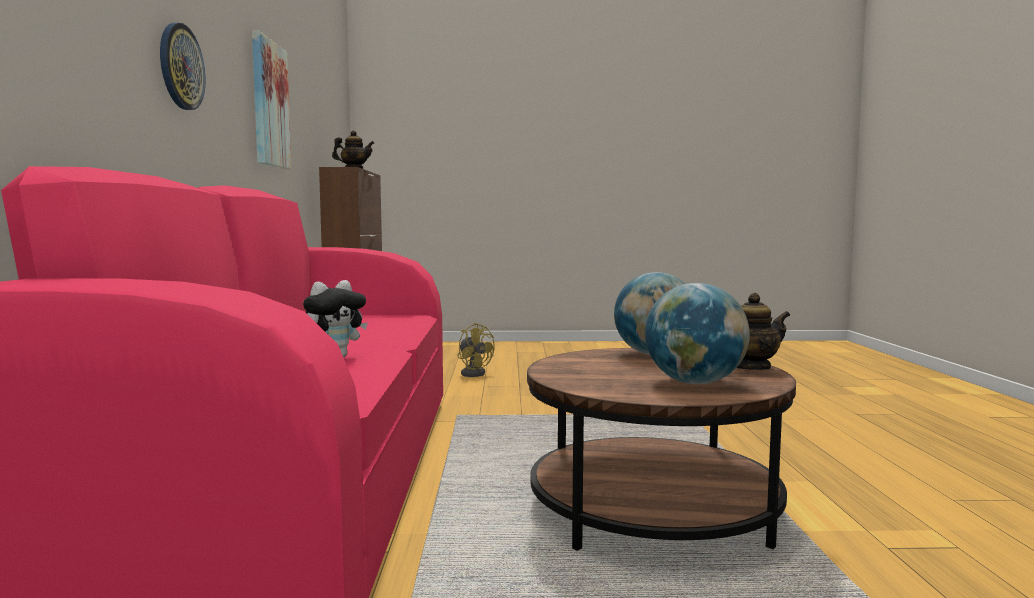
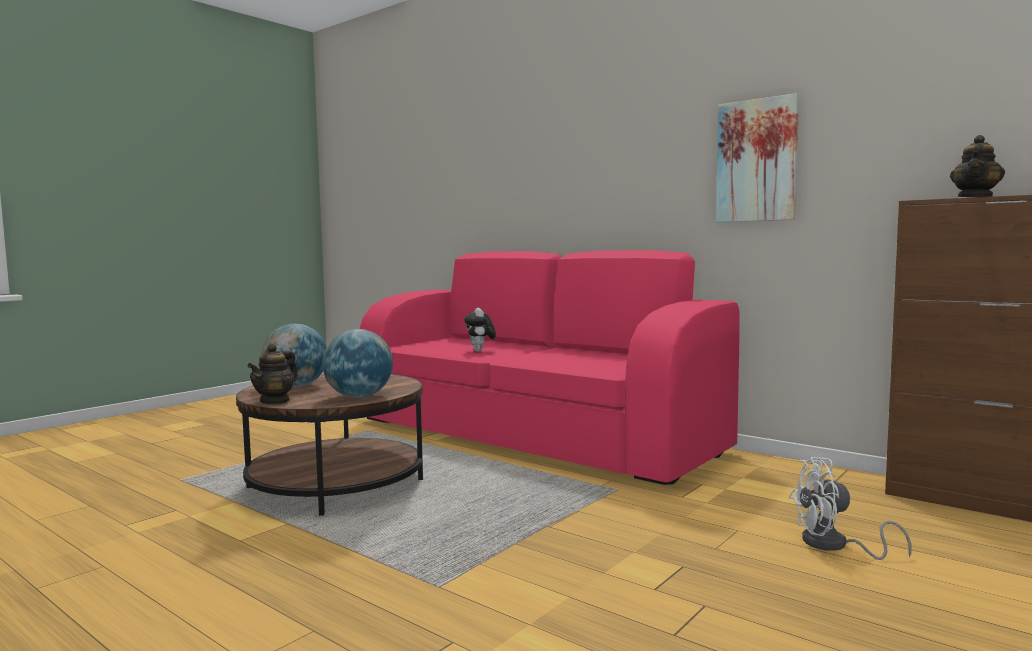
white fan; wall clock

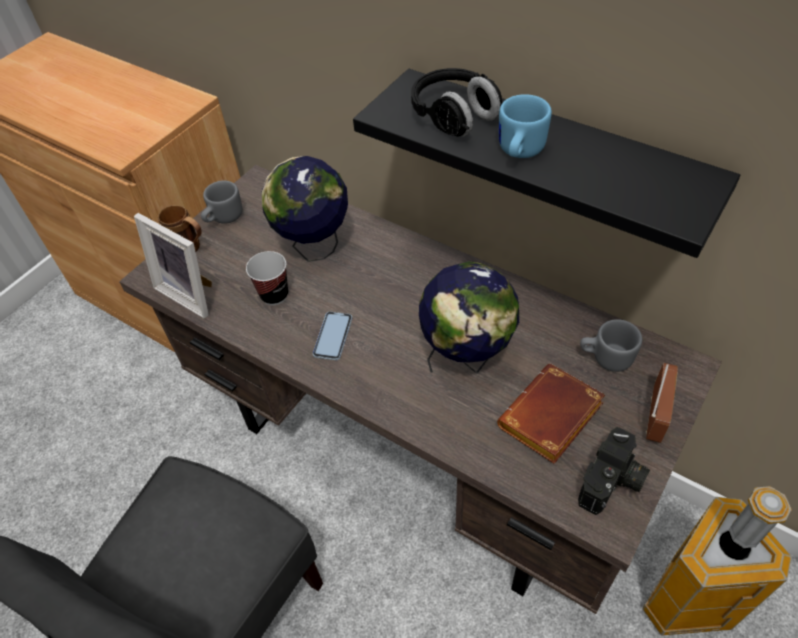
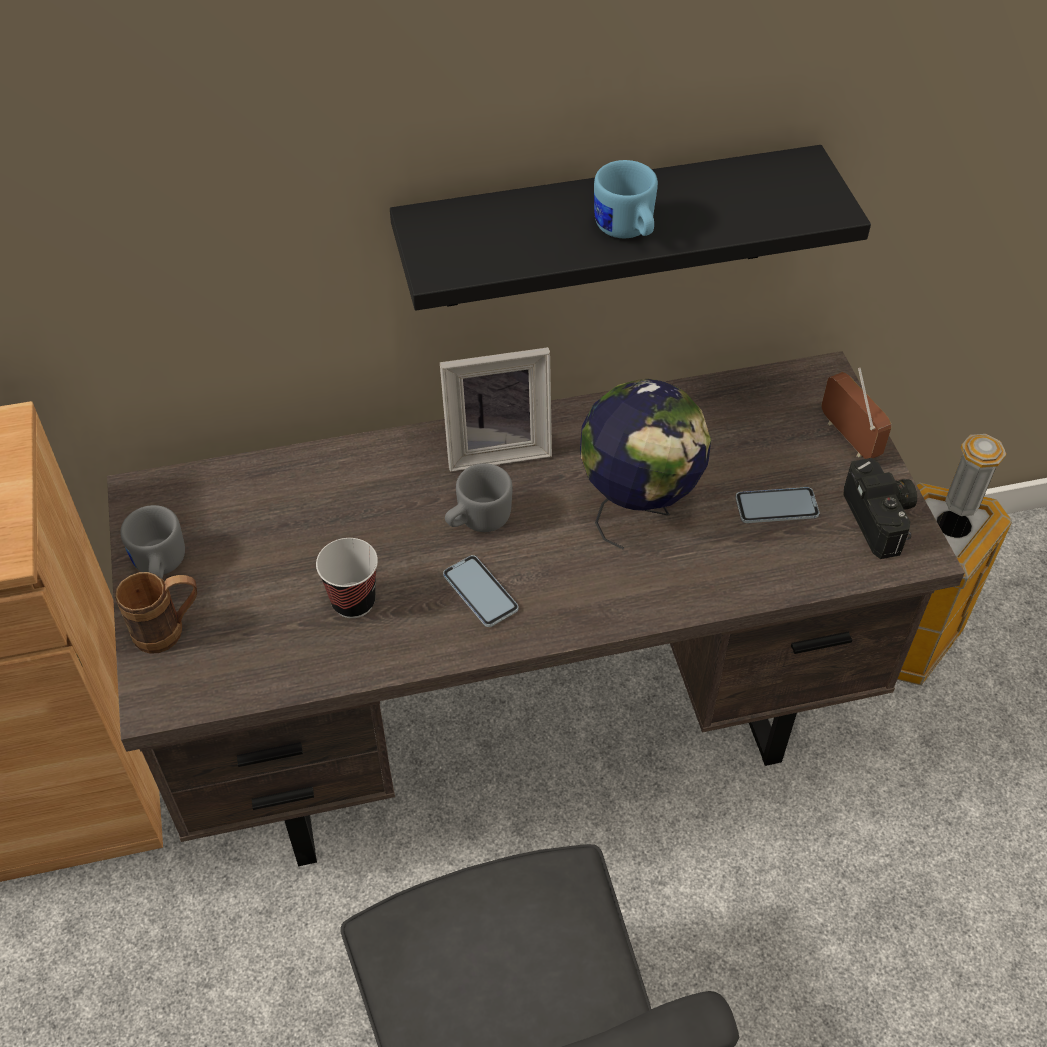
picture frame; grey mug (2nd from left); phone (2nd from left); globe (1st from left in the first image); black headphones

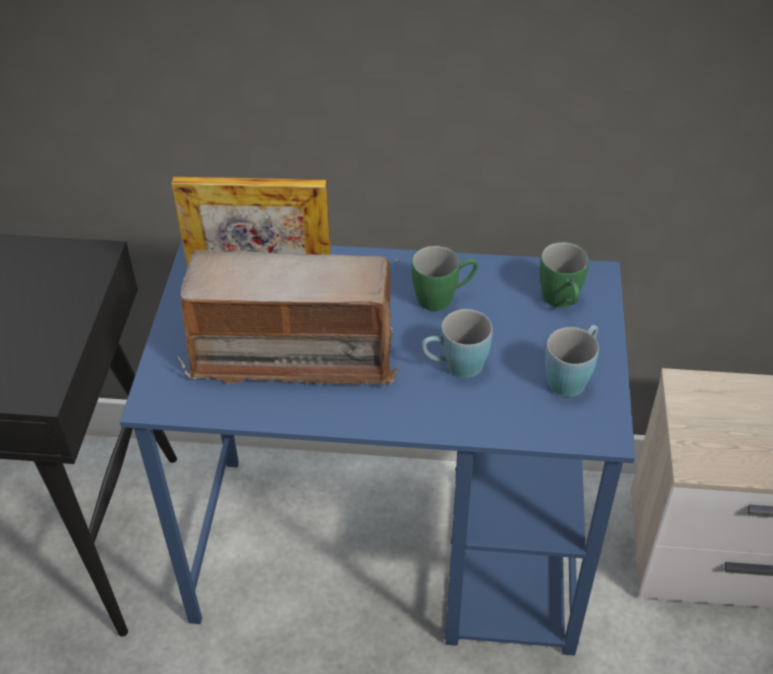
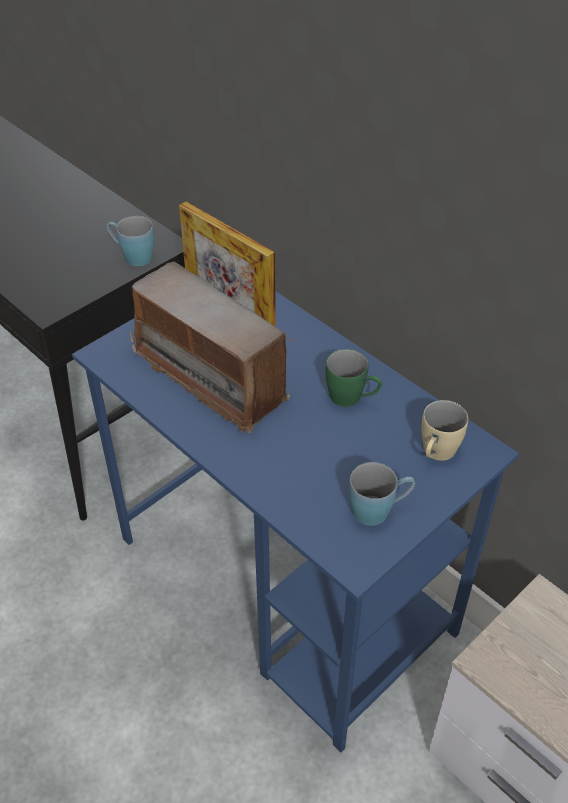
blue mug (1st from left); beige mug

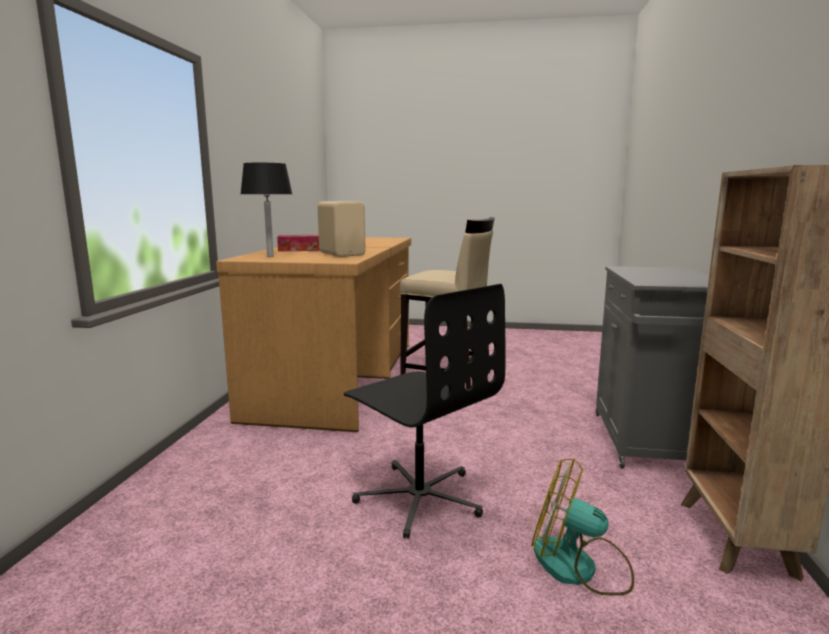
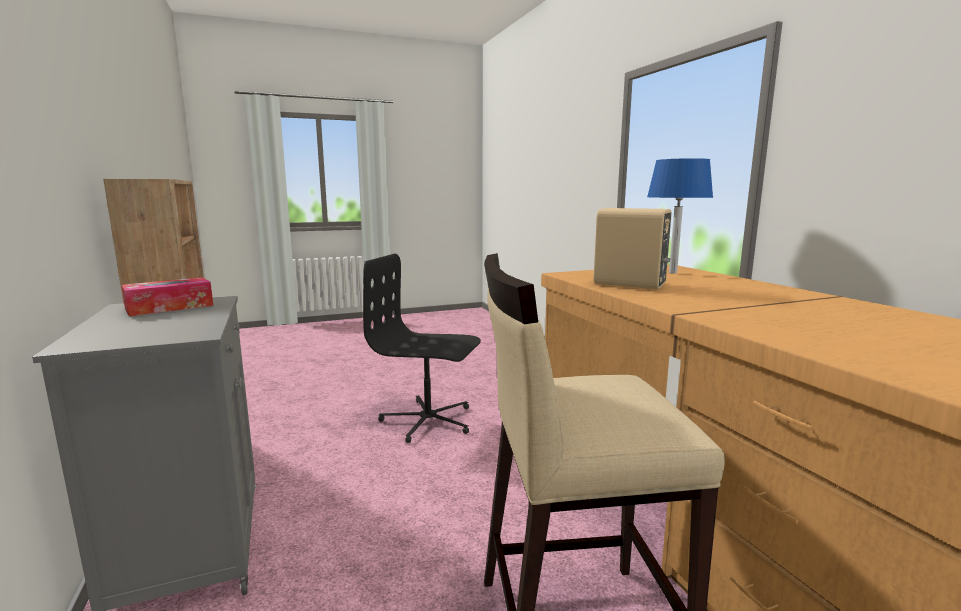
tissue box; blue table lamp; fan

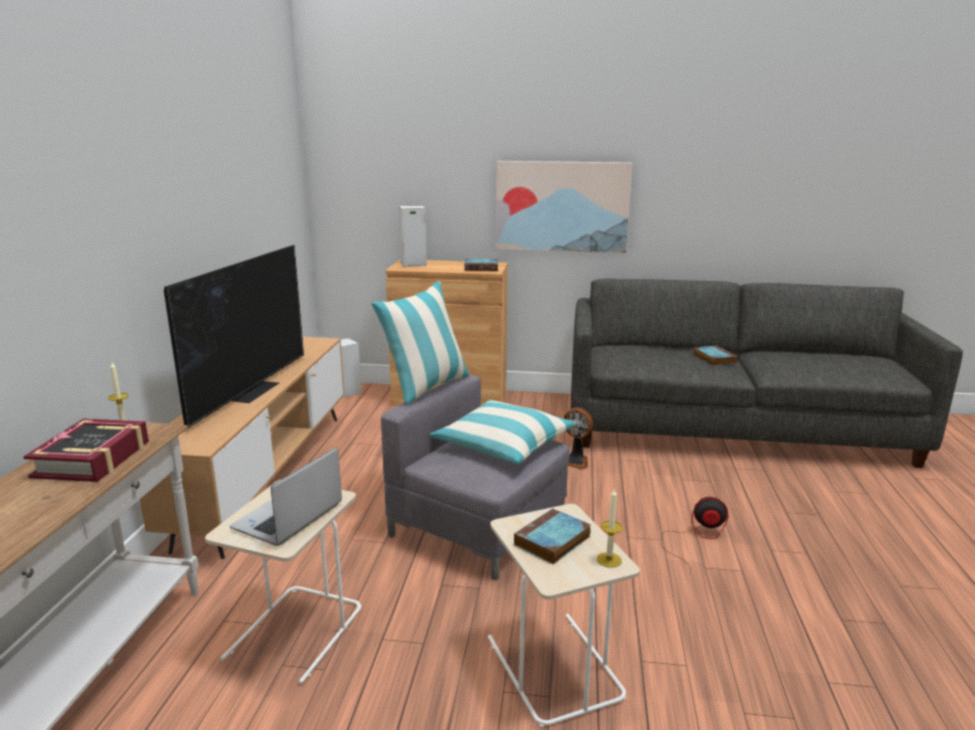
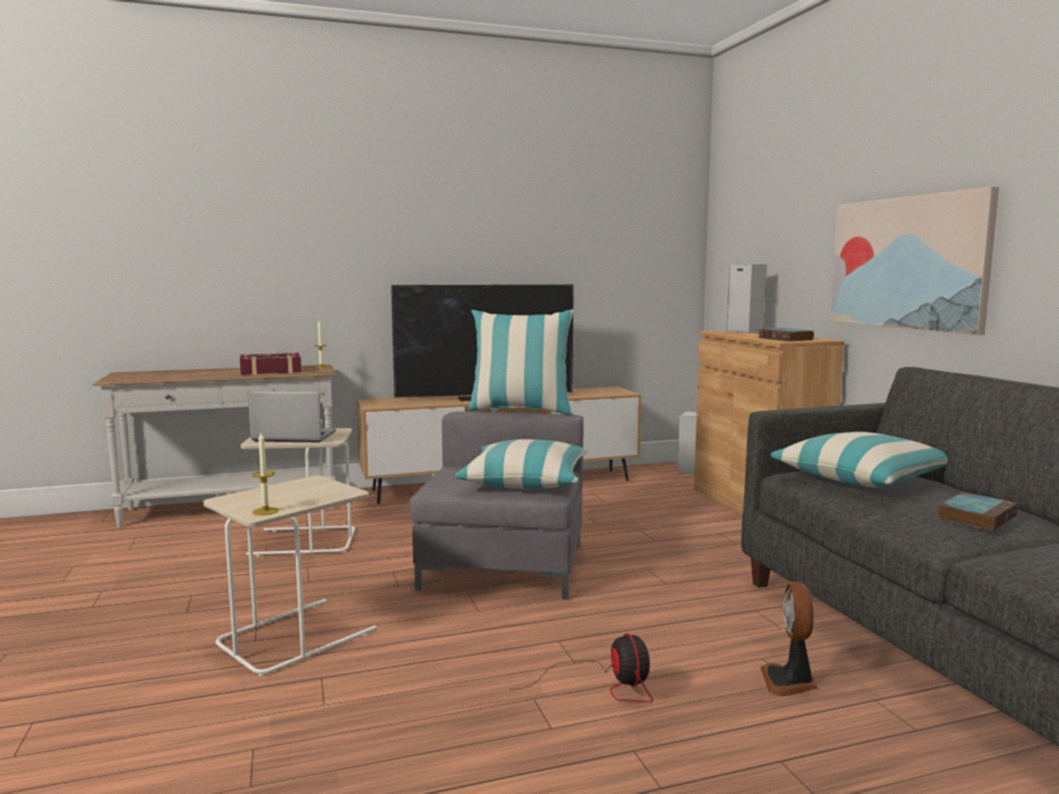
fan (2nd from left); pillow (3rd from left); book (3rd from left in the first image)

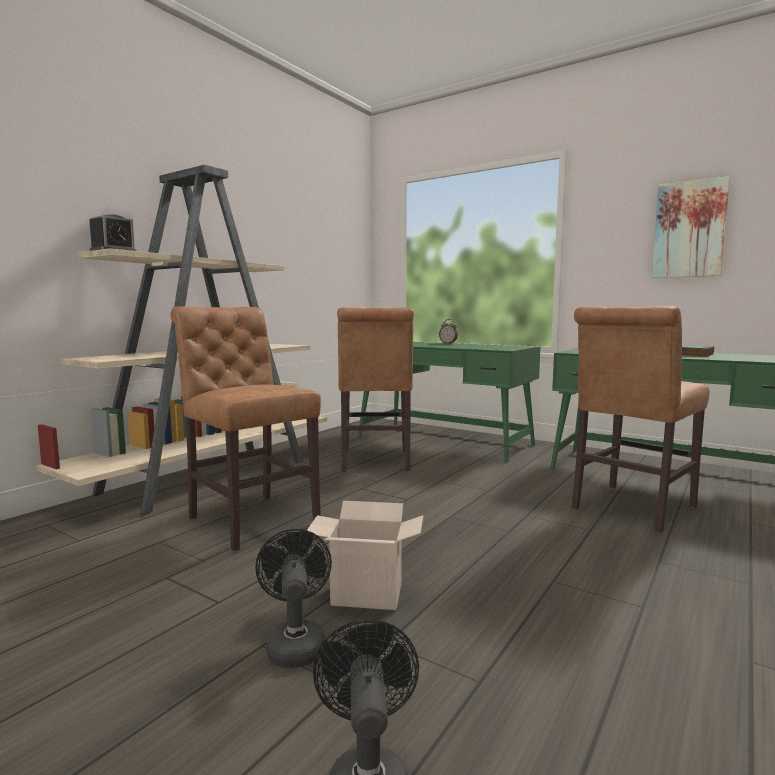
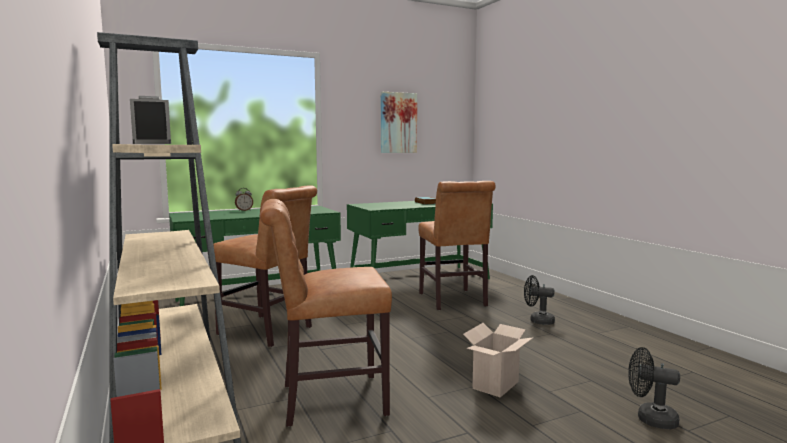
black fan (1st from left)

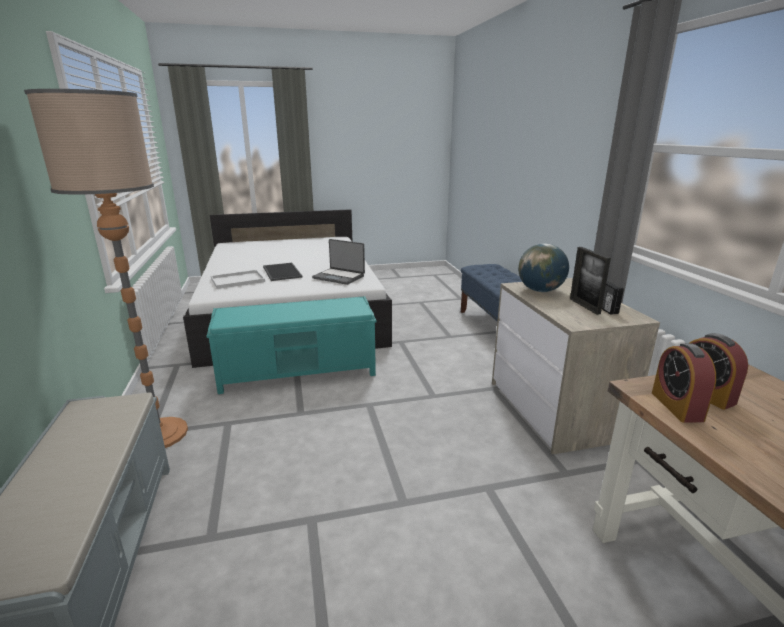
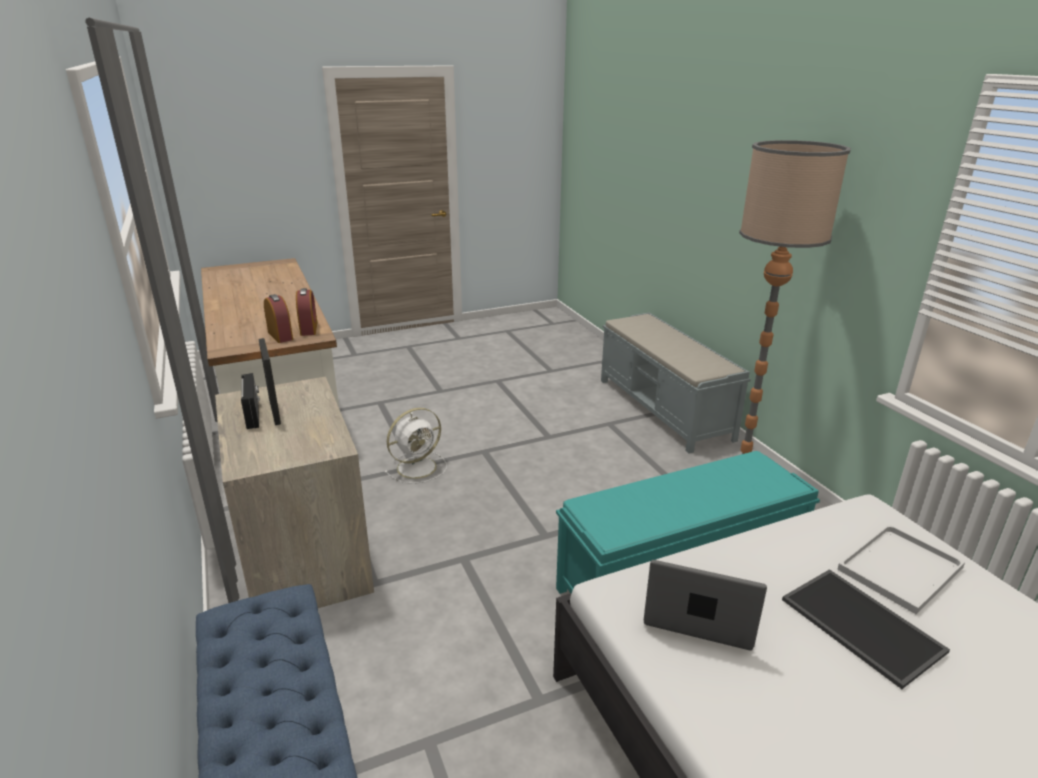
white fan; globe

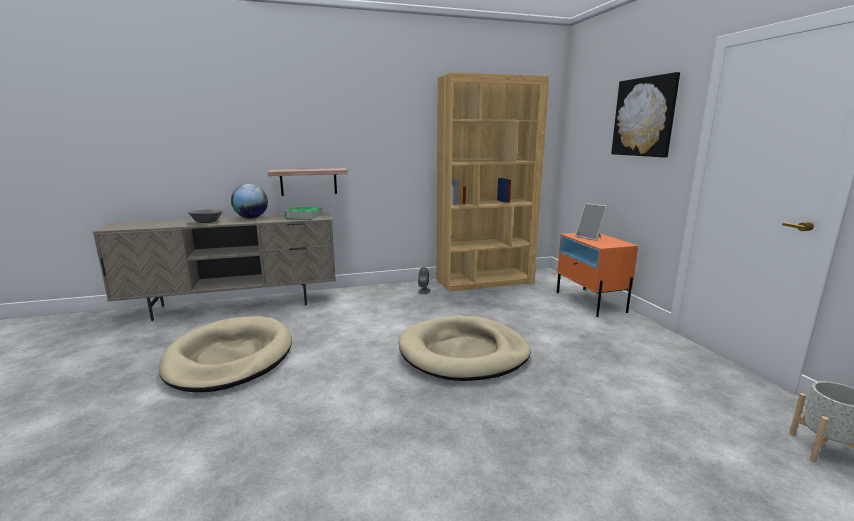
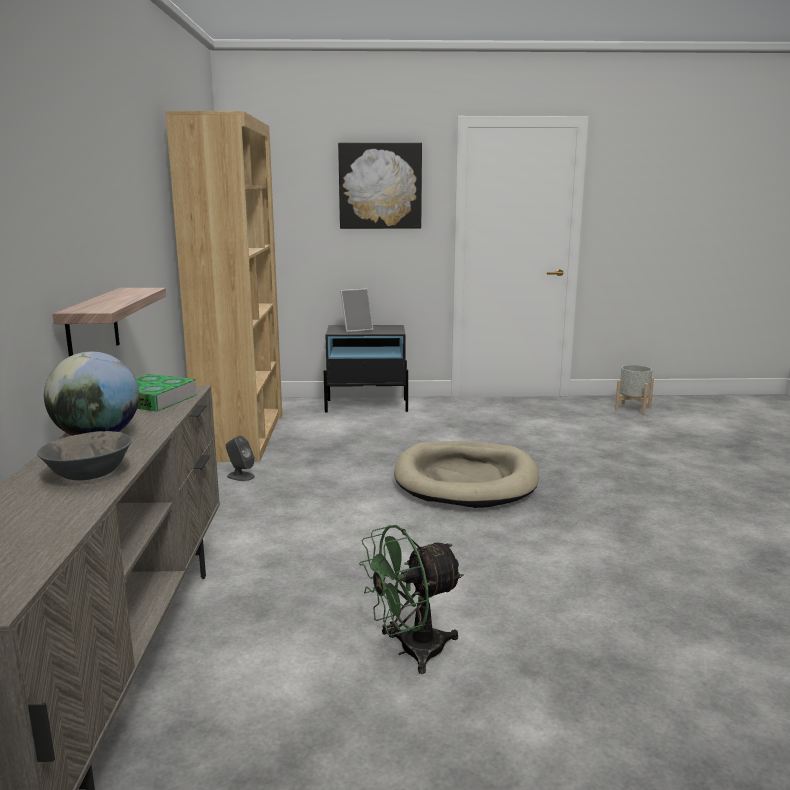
black nightstand; green fan

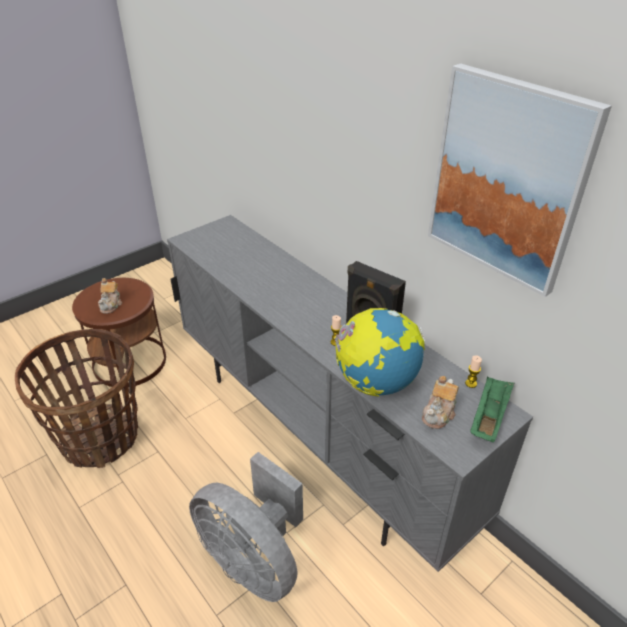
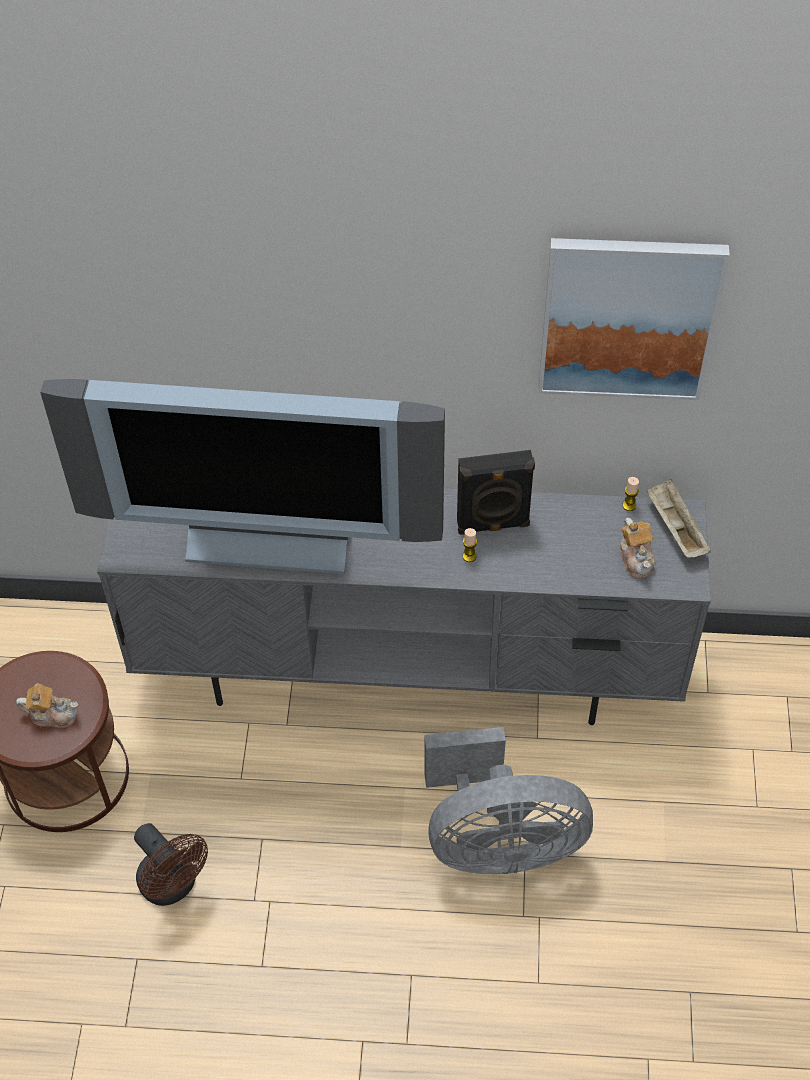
teapot (1st from left); television; brown fan; beige tray; globe

